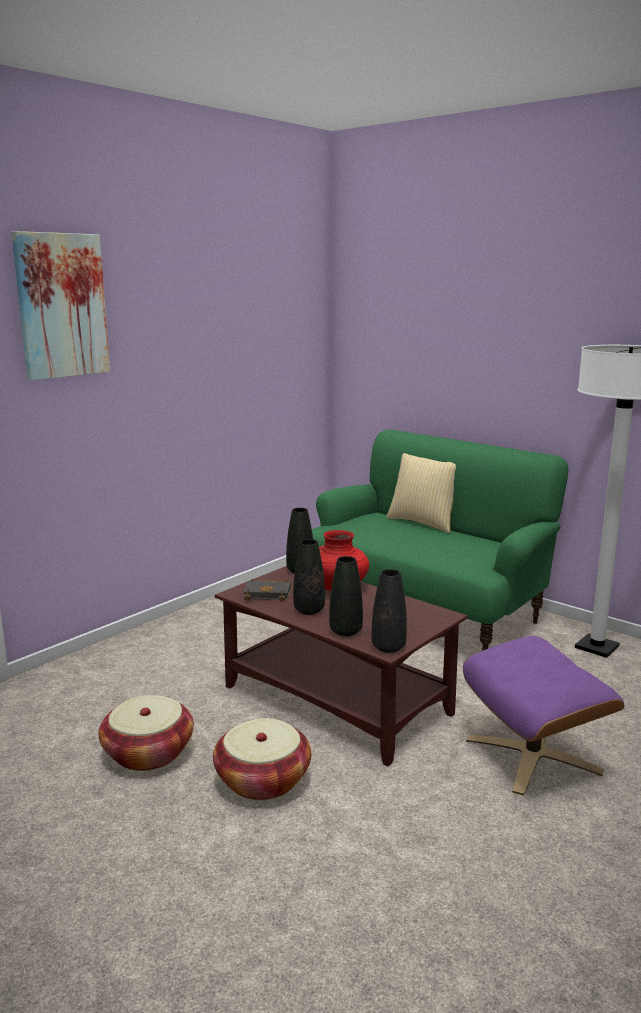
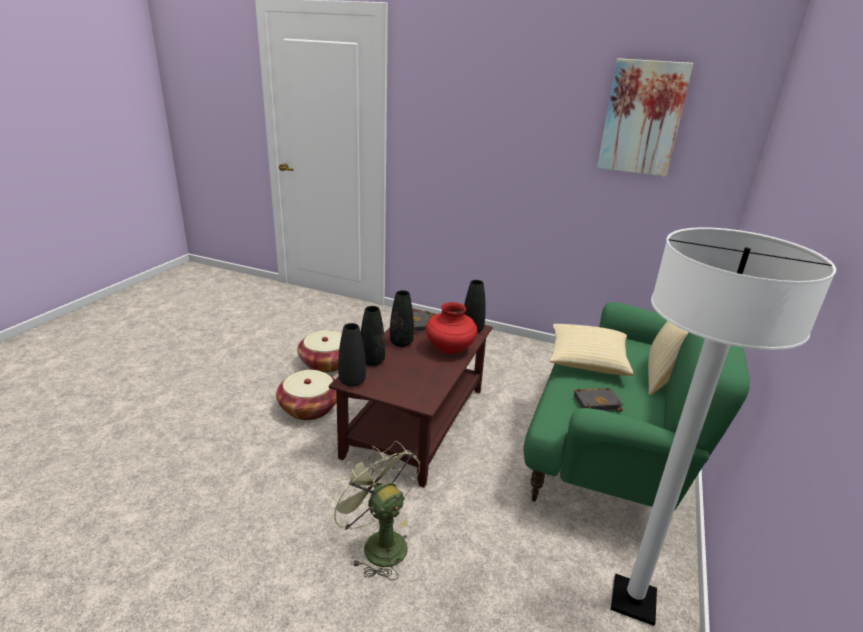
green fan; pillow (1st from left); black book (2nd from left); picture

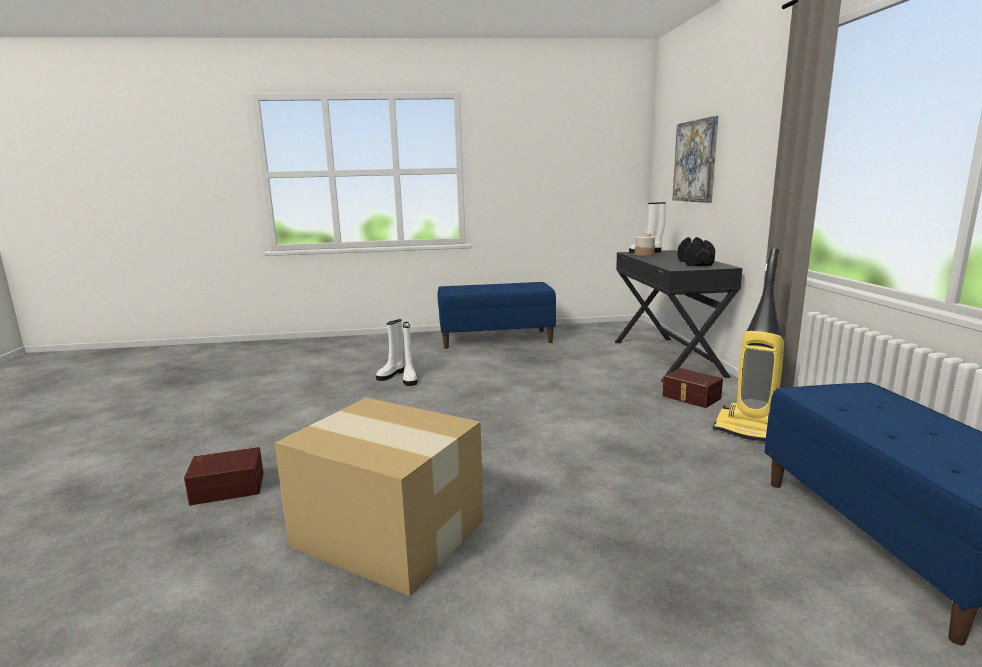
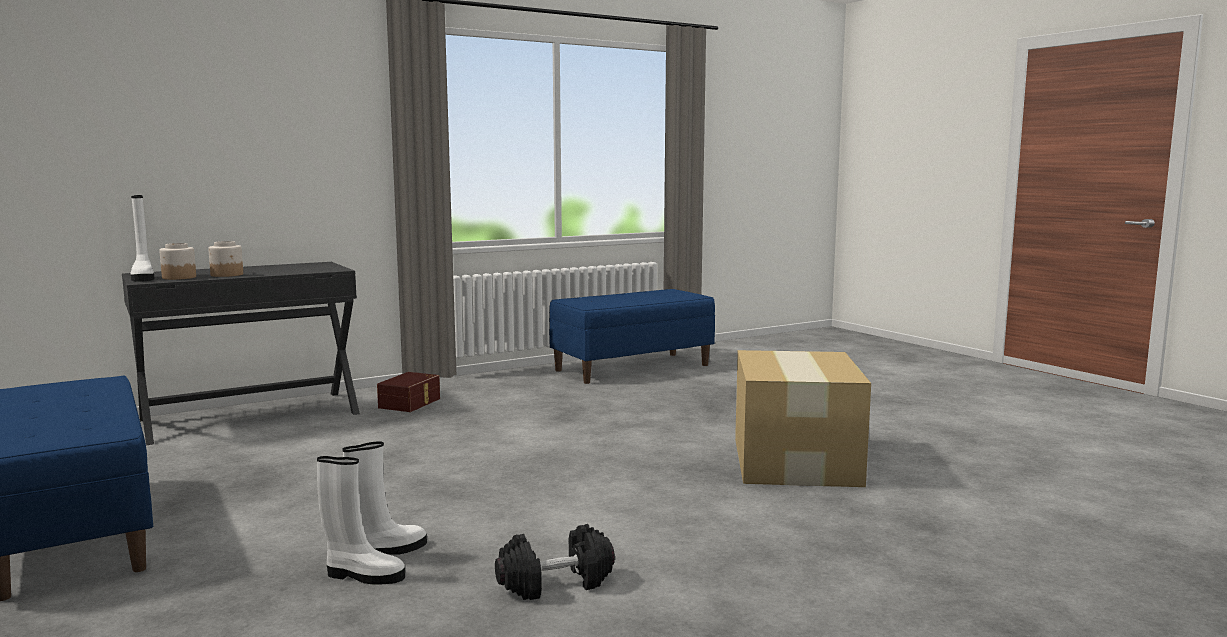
jar (2nd from left); black dumbbell; brown storage box (1st from left in the first image); picture; vacuum cleaner

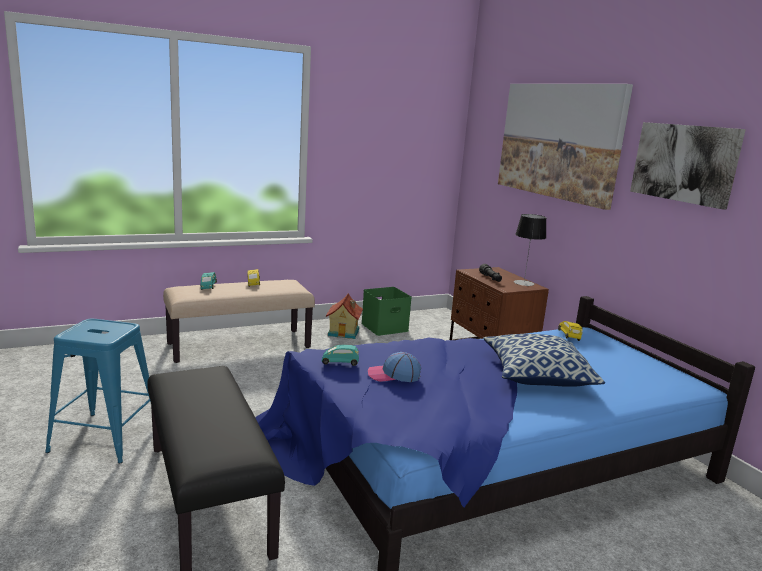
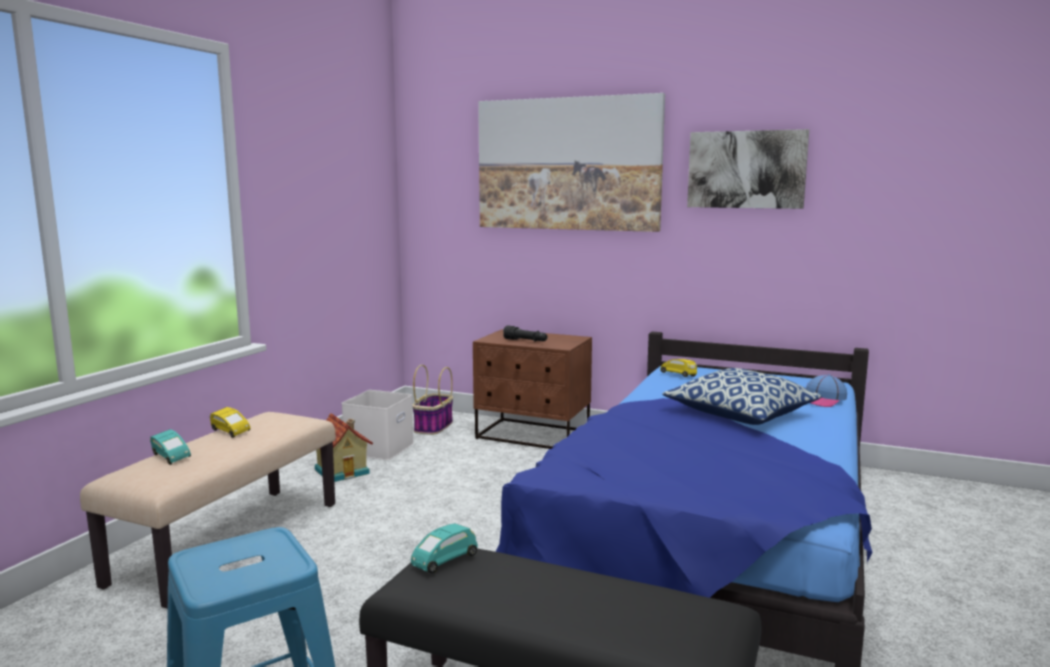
white storage box; turquoise toy car (2nd from left); basket; cap; table lamp

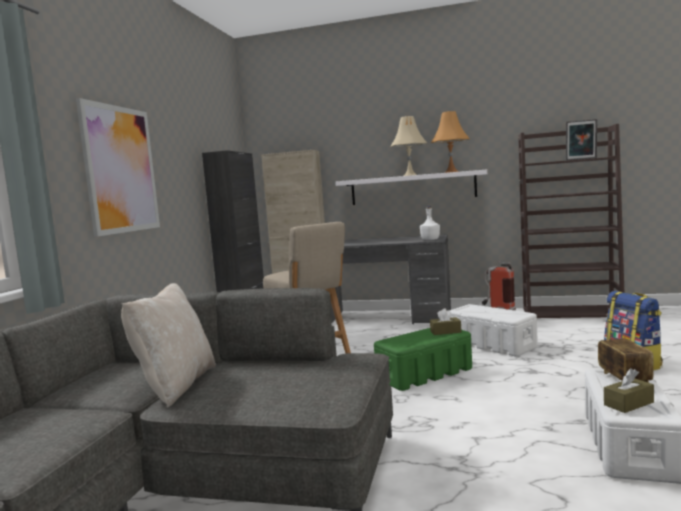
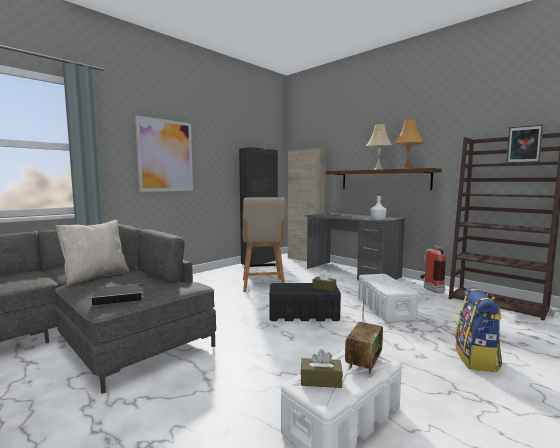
book; black storage box; brown shelf

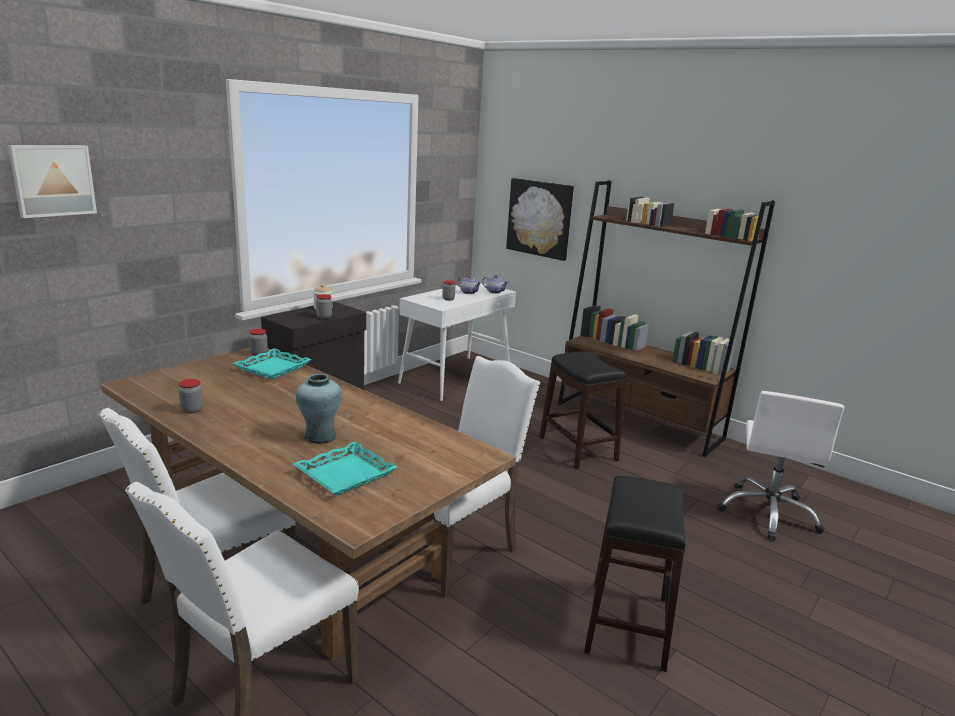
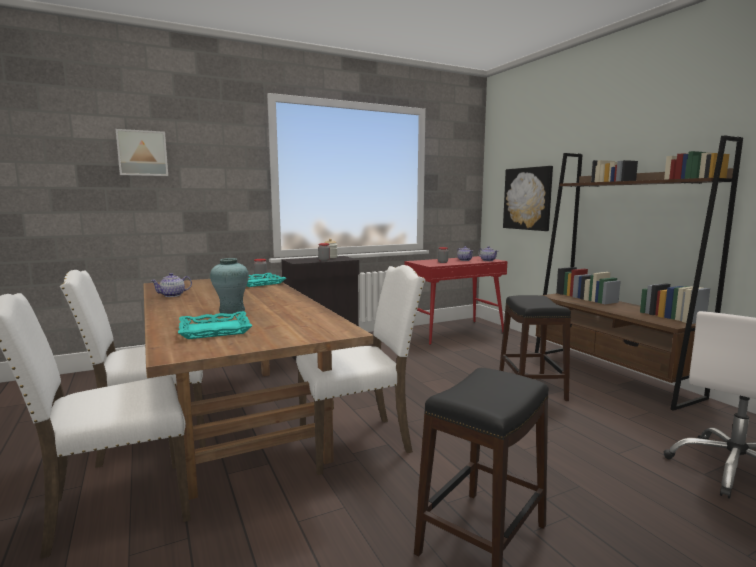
teapot (1st from left); red console table

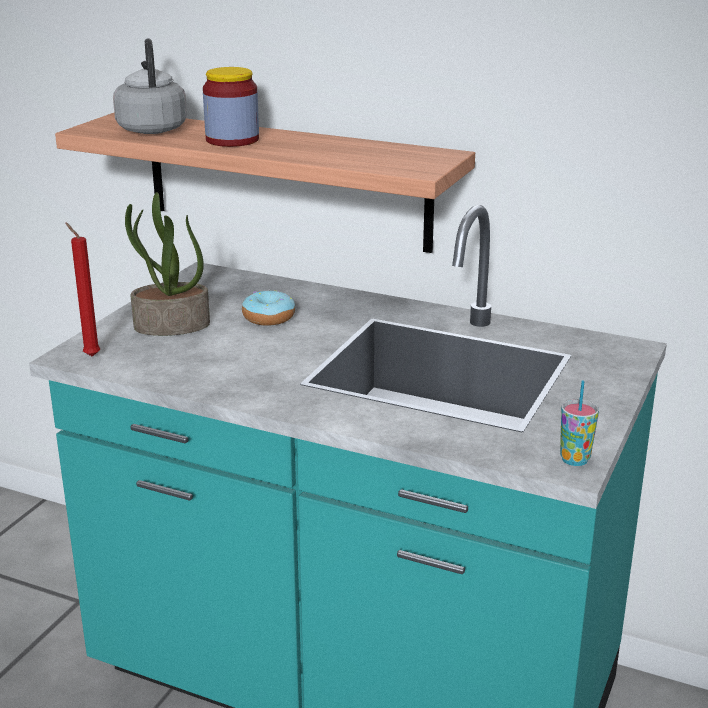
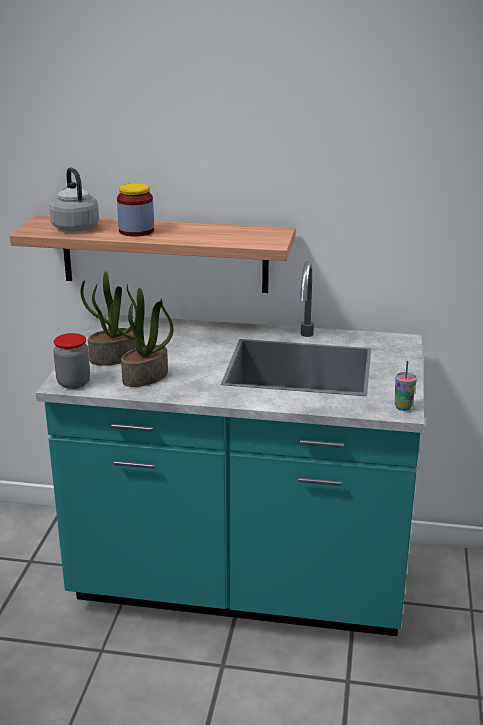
jar (1st from left); potted plant (2nd from left); donut

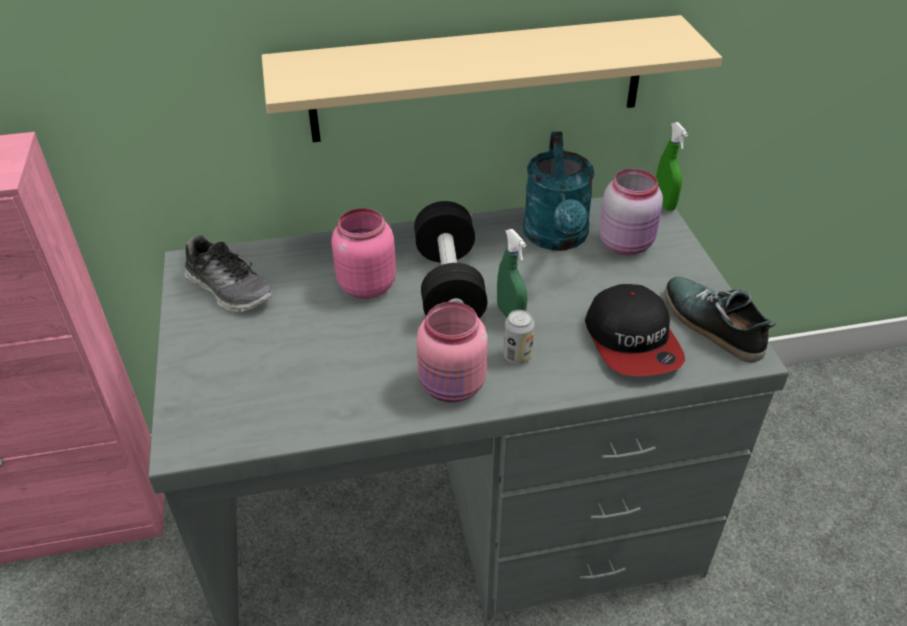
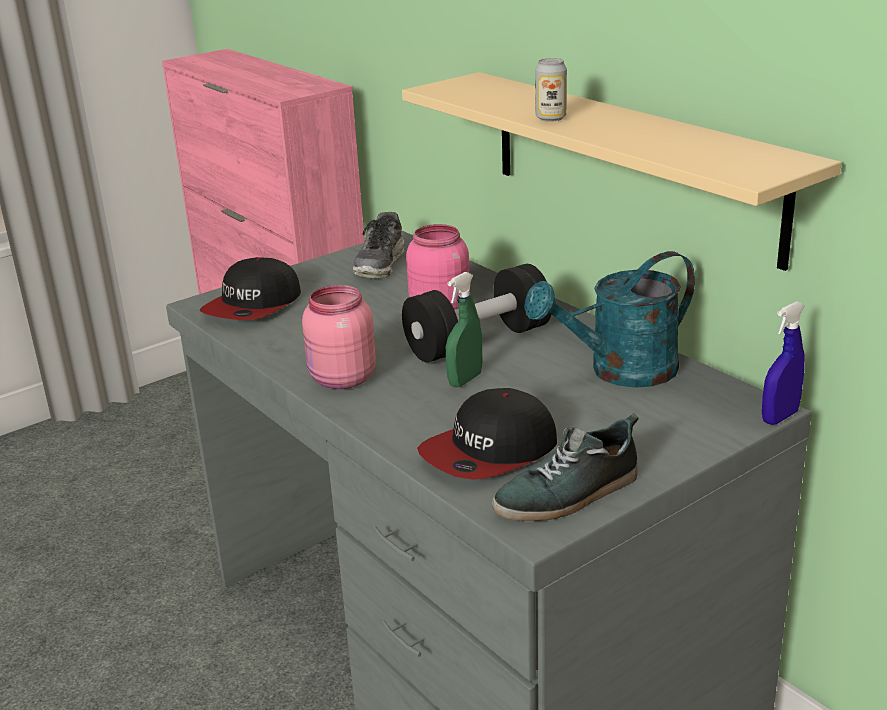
cap (1st from left); shoe (2nd from left); can; blue spray bottle; pink jar (3rd from left in the first image)

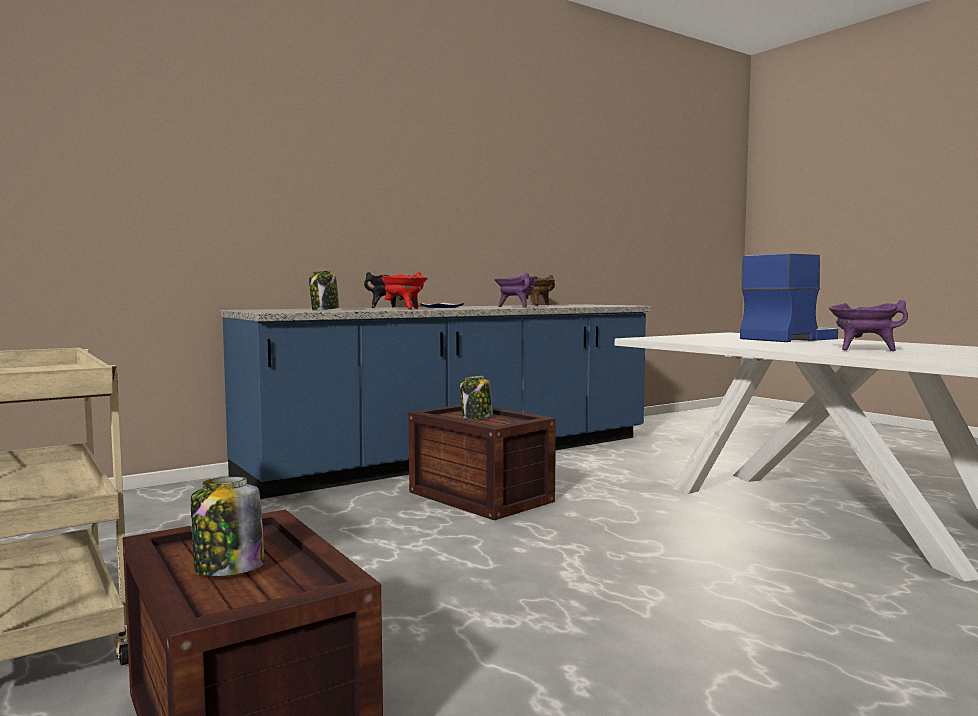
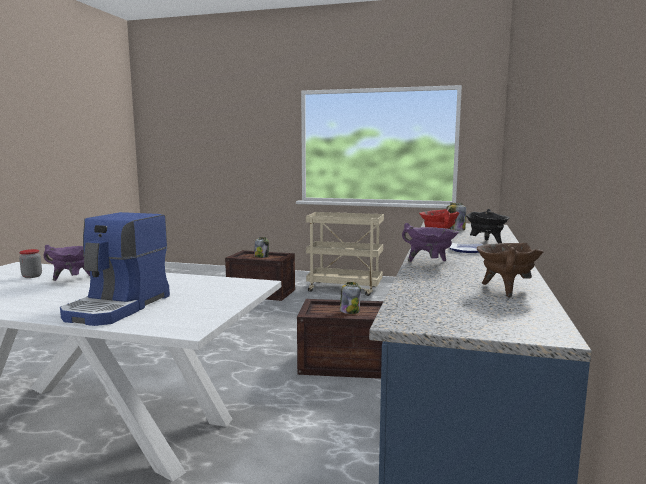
jar (1st from left)

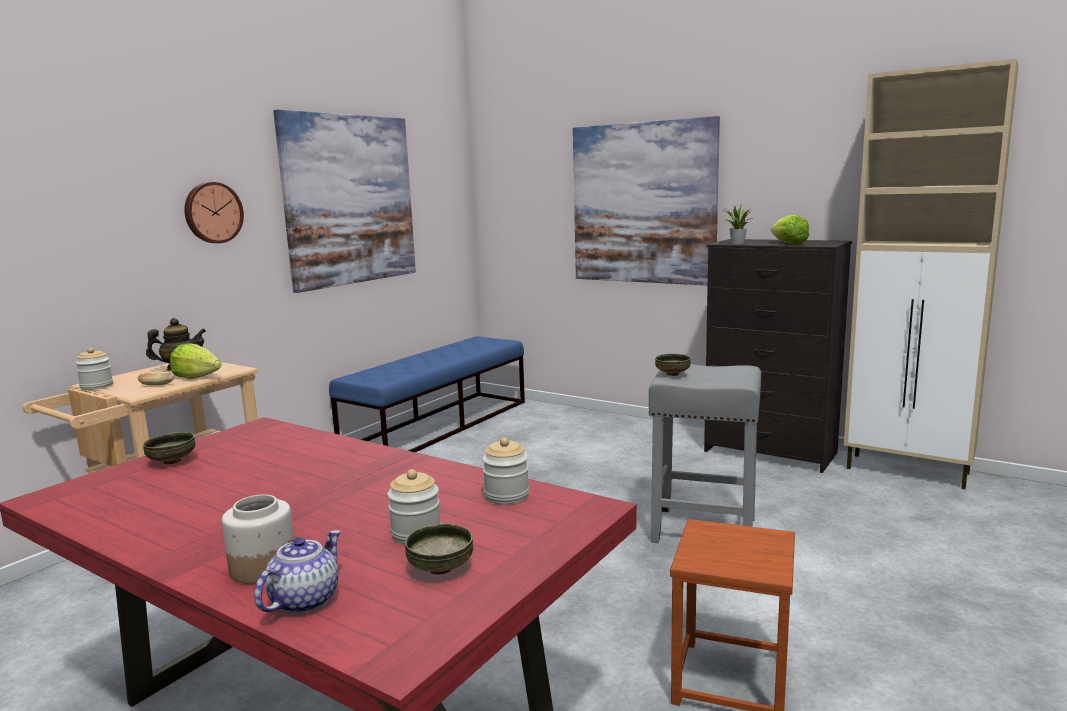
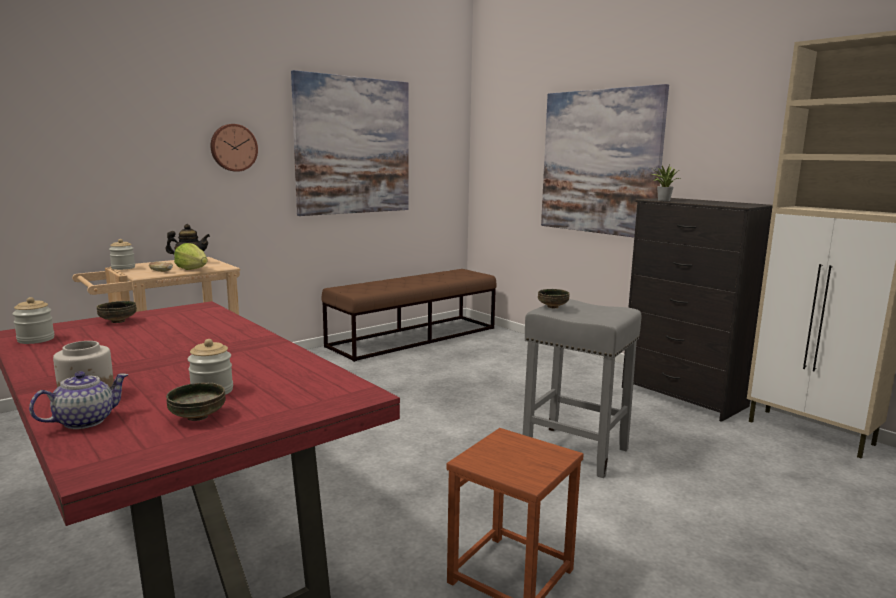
jar (1st from left); brown bench; lettuce (2nd from left in the first image)

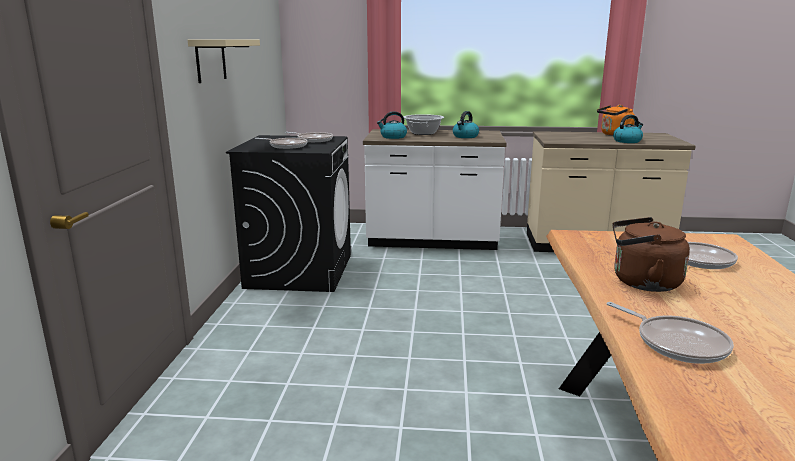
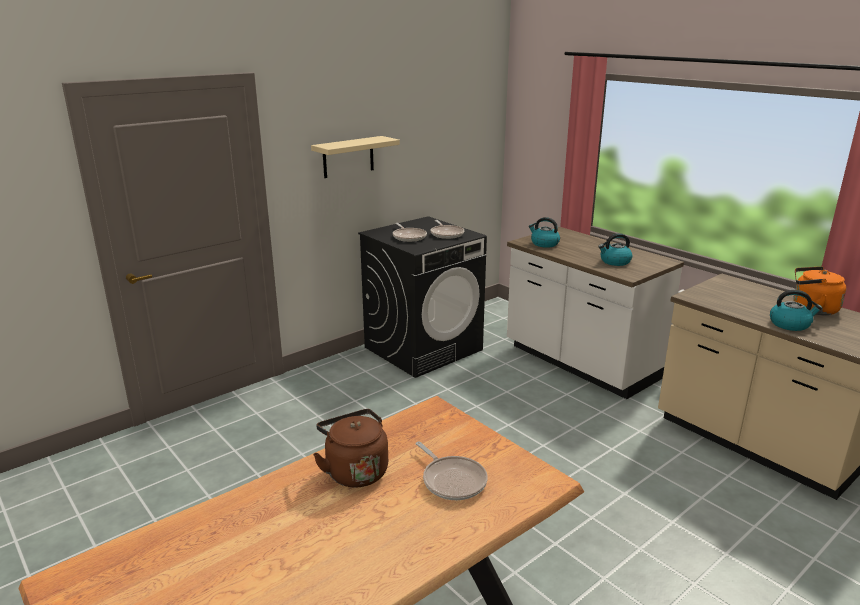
cooking pot; frying pan (3rd from left in the first image)

